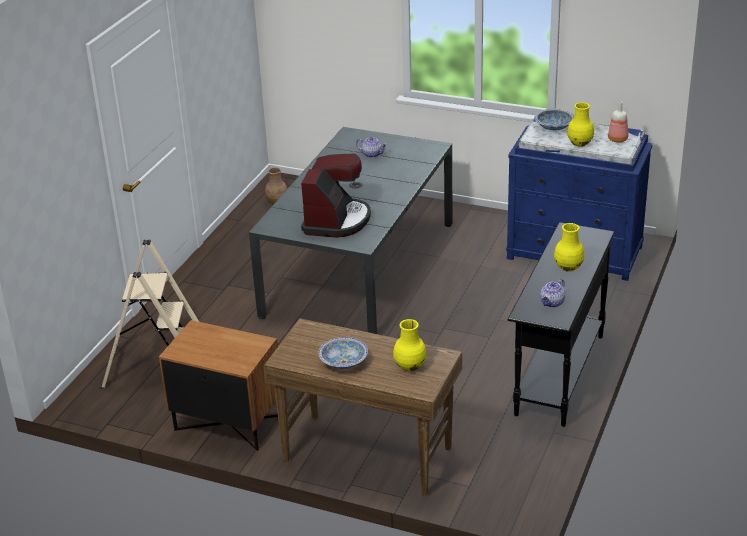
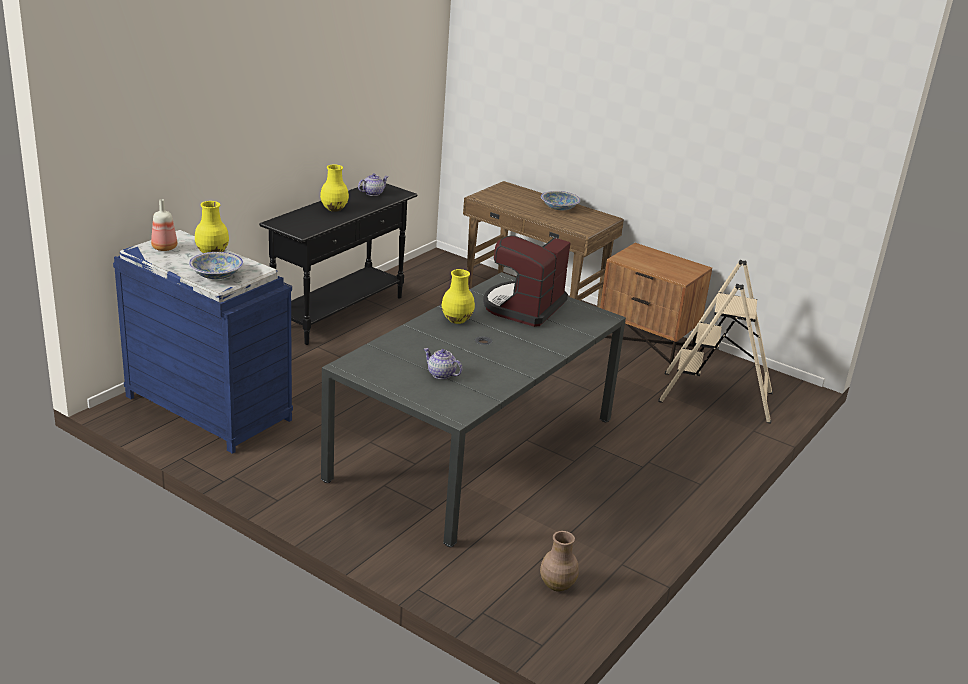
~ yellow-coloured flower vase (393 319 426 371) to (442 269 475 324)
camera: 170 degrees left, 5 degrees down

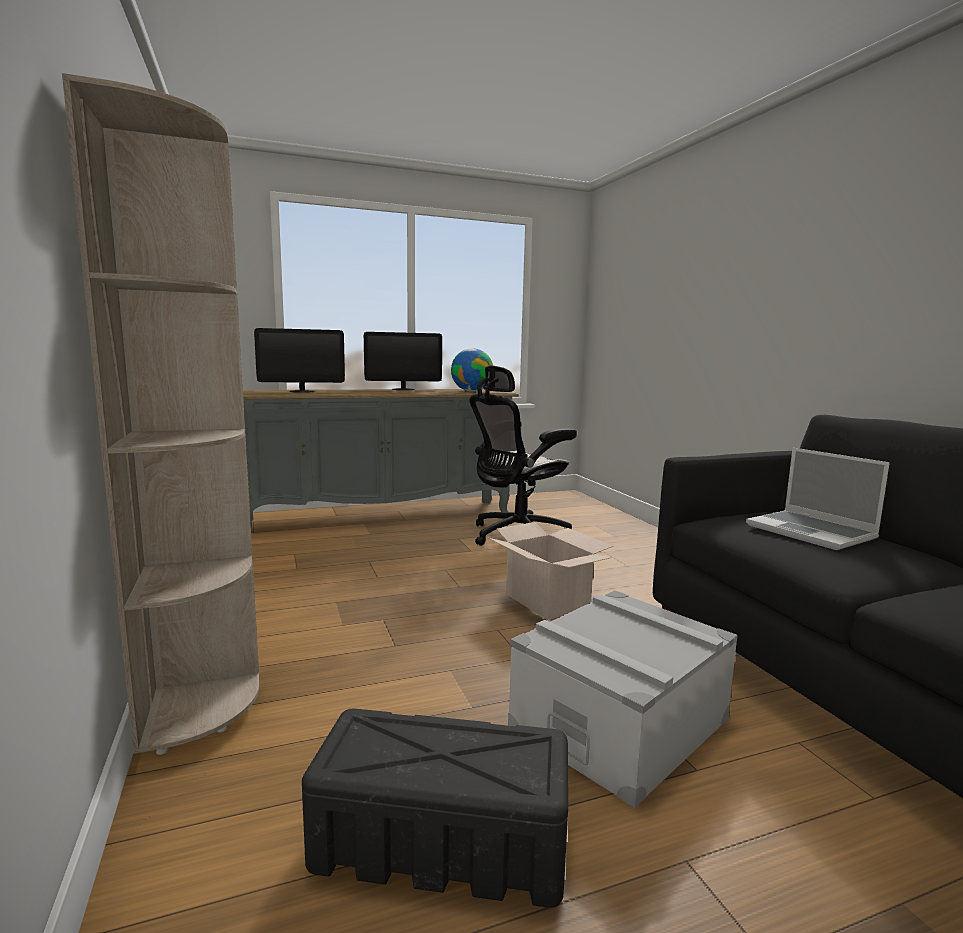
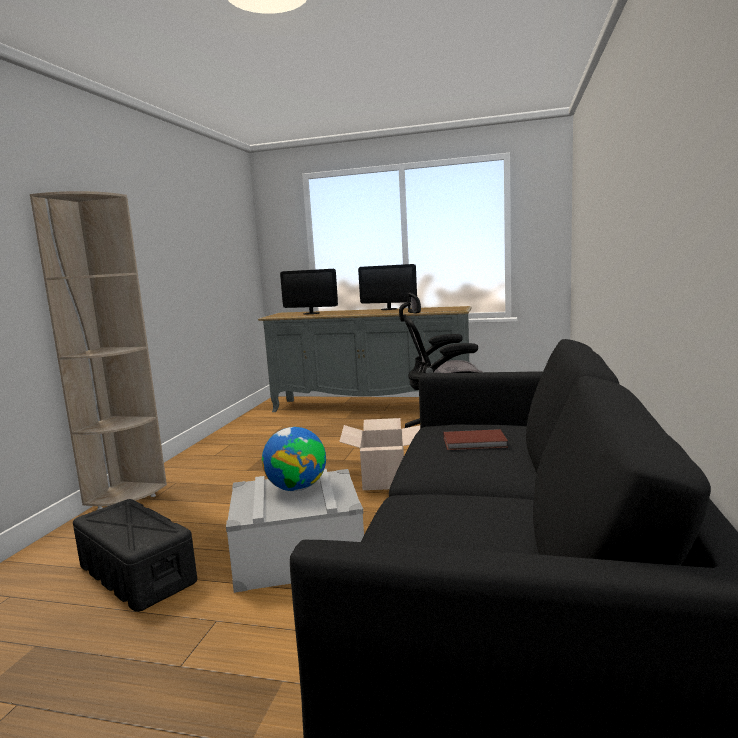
~ globe (451 348 493 392) to (262 427 326 491)
~ portable computer (746 448 890 550) to brown-coloured bound book (443 429 508 450)
camera: 35 degrees right, 0 degrees up

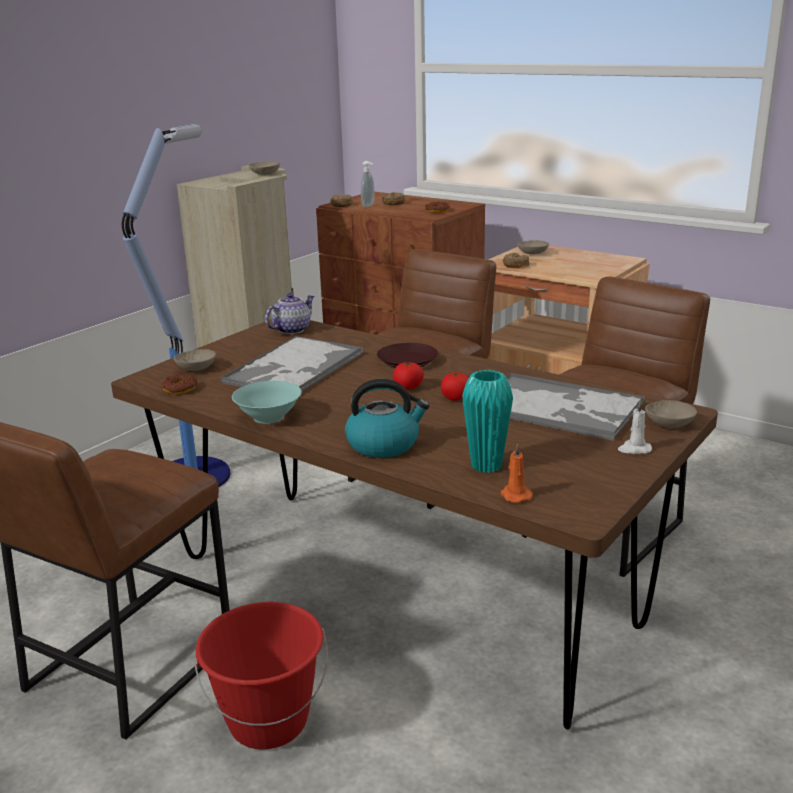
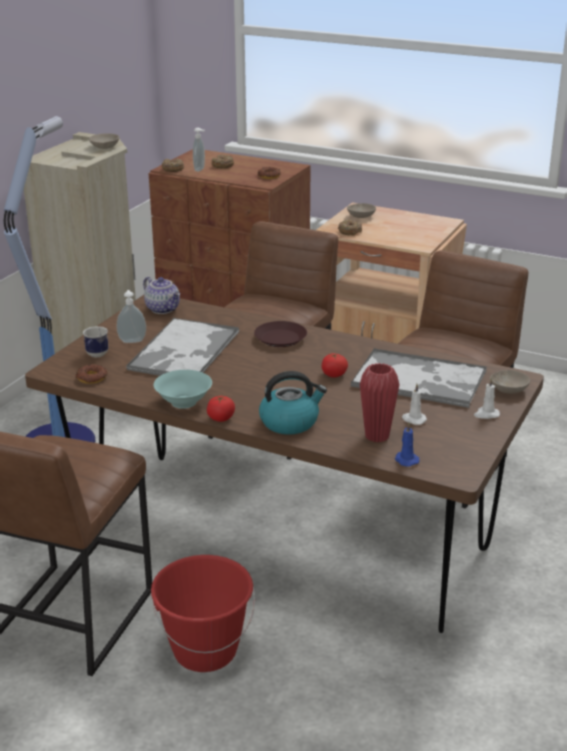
~ pot for tea (265 293 314 334) = (143 277 180 314) 105 degrees clockwise
~ beige-coloured deep dish (173 349 216 371) to coffee mug (83 326 108 357)
~ fresh tomato (393 362 424 389) to (207 396 235 422)
~ turquoise-coloured flower vase (462 370 513 473) to red flower vase (360 363 399 443)
~ orange-coloured wax candle (500 443 533 503) to blue wax candle (395 423 420 467)
+ soap dispenser (117 290 146 343)
+ whitish wax candle (402 384 427 425)
camera: 10 degrees left, 5 degrees up

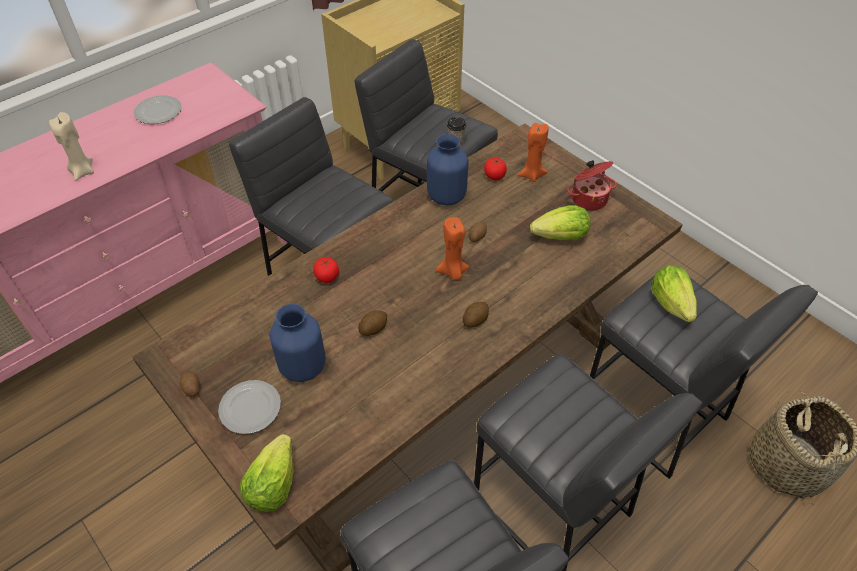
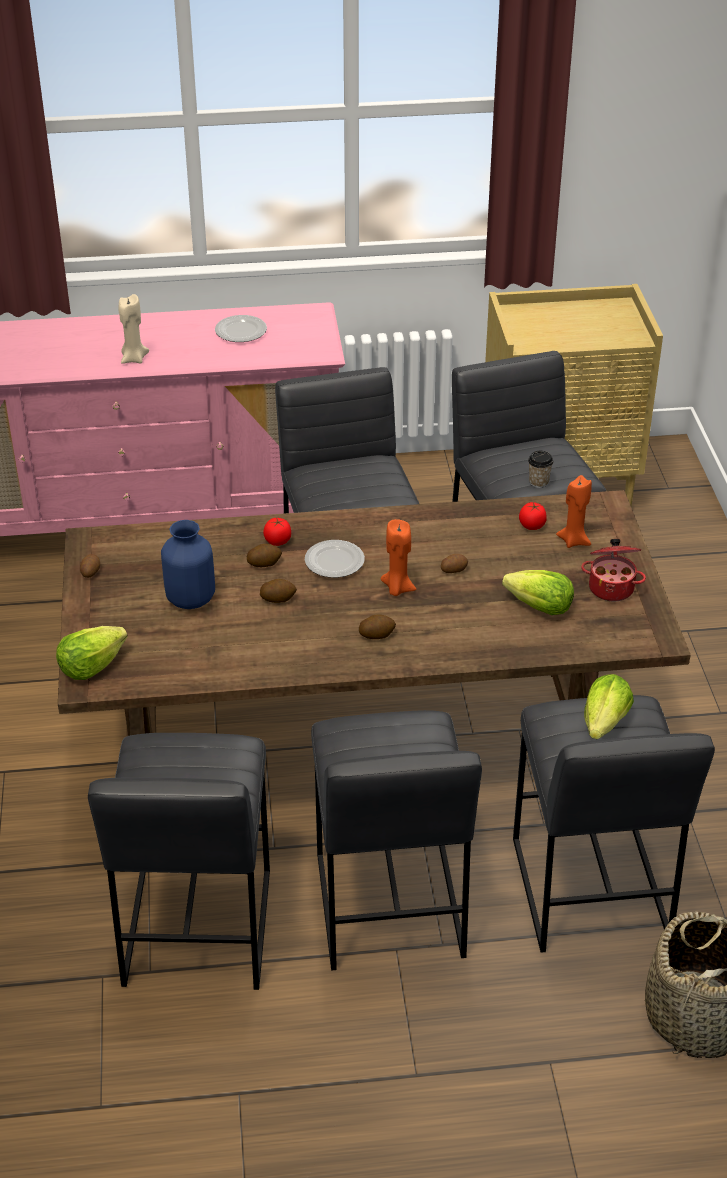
- blue flower vase (427 134 468 206)
~ plate (218 380 281 434) to (305 540 365 578)
+ potato (247 544 282 567)
camera: 35 degrees right, 10 degrees down

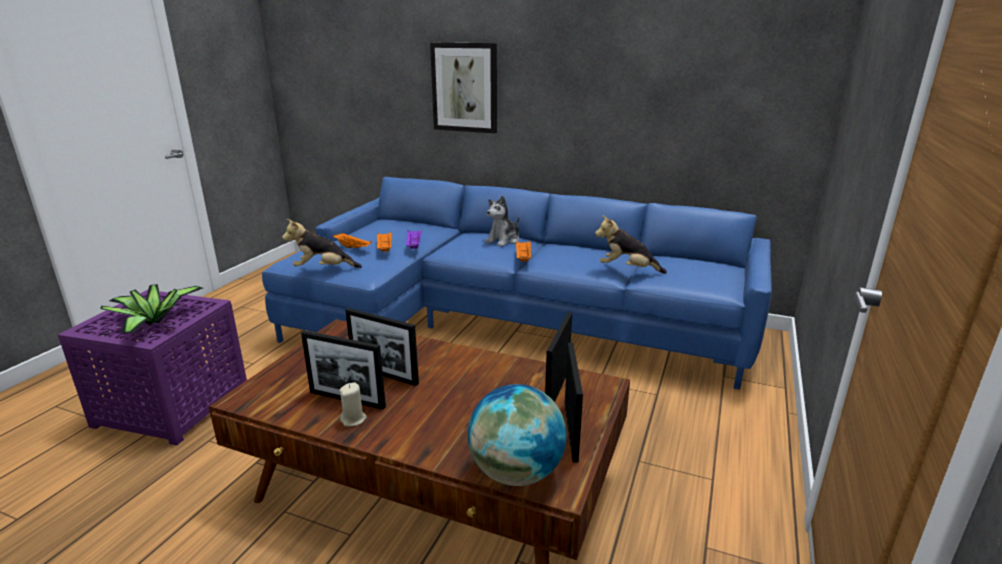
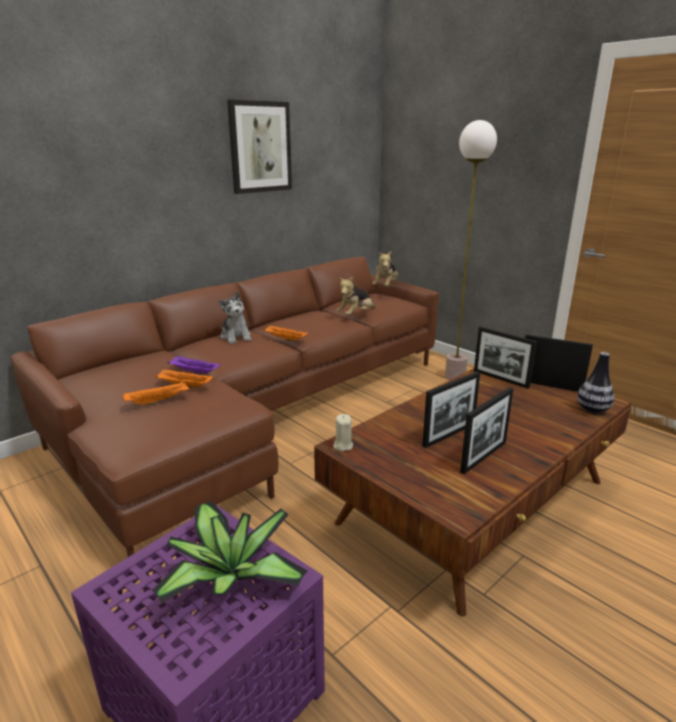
~ picture (430 43 497 133) to (227 100 292 194)
~ blue couch (262 177 772 390) to brown-coloured couch (11 257 439 557)
~ cuddly toy (282 219 362 268) to (373 251 398 286)
~ beige-coloured wax candle (340 383 367 427) to (333 414 353 451)
~ globe (468 384 567 486) to flower vase (577 352 614 413)
+ standing lamp (445 120 497 380)
camera: 65 degrees left, 0 degrees up

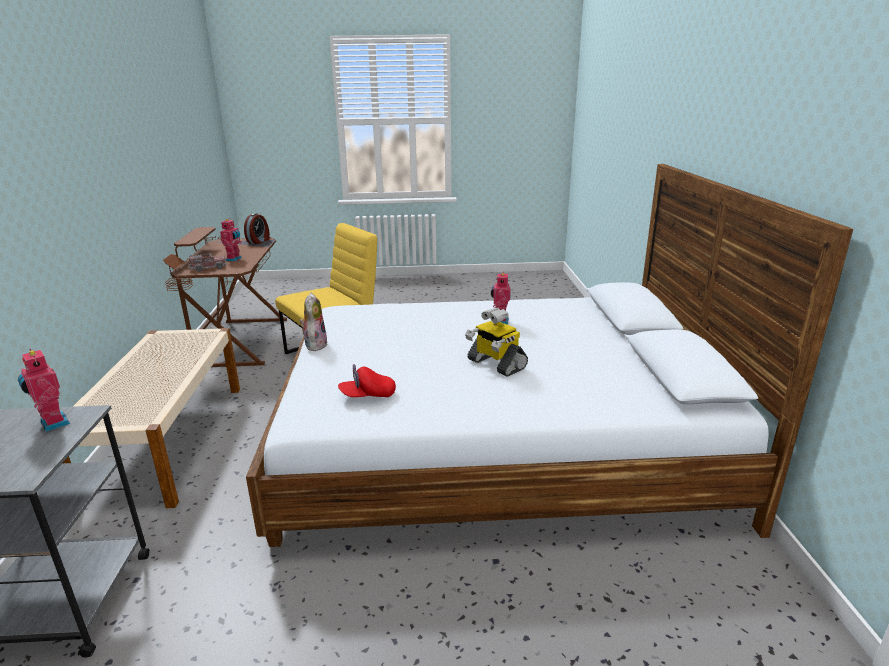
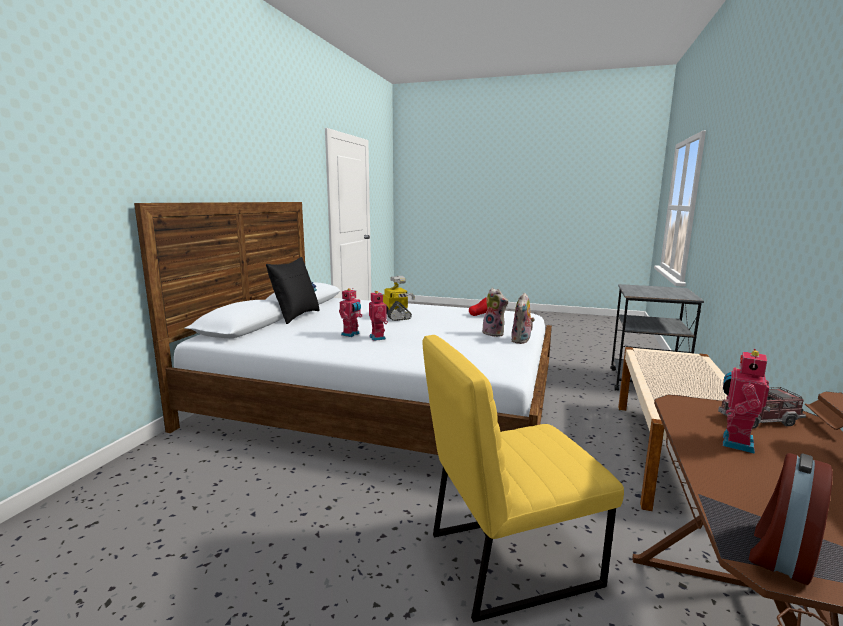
~ robot figure (18 349 70 432) to (369 291 389 341)
+ blackish cushion (266 257 320 324)
+ cuddly toy (481 288 508 337)
camera: 160 degrees left, 10 degrees down

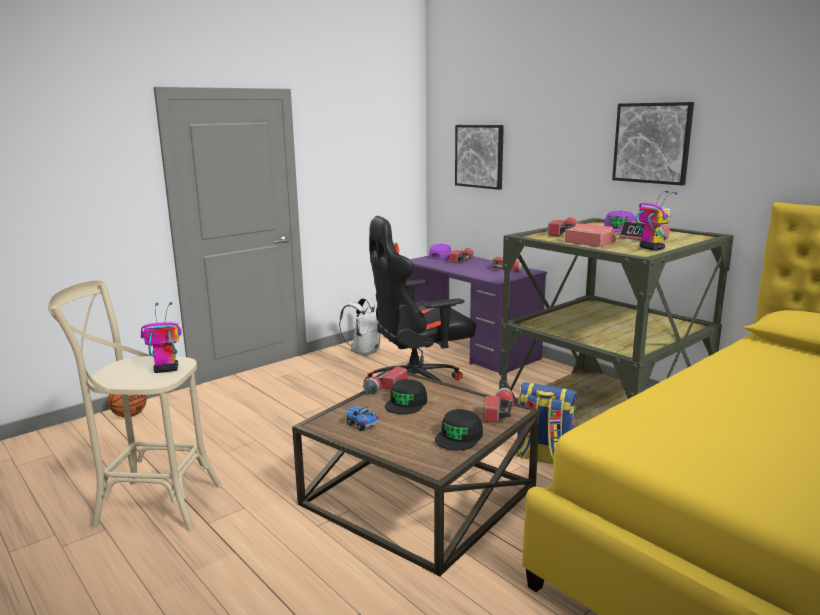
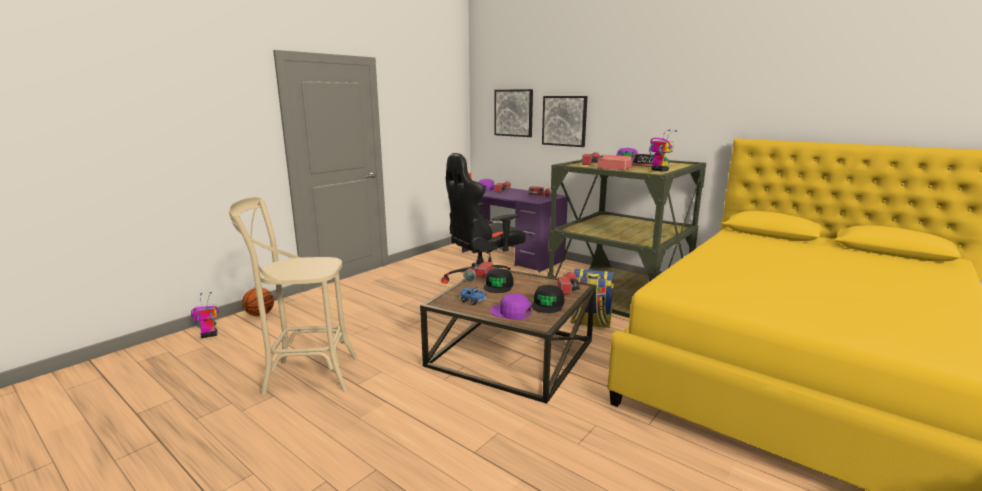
~ picture (612 102 694 185) to (542 96 588 147)
- whitish rucksack (339 298 381 356)
~ robot figure (141 302 182 373) to (191 292 219 338)
+ purple baseball cap (490 293 531 320)
camera: 10 degrees left, 0 degrees up

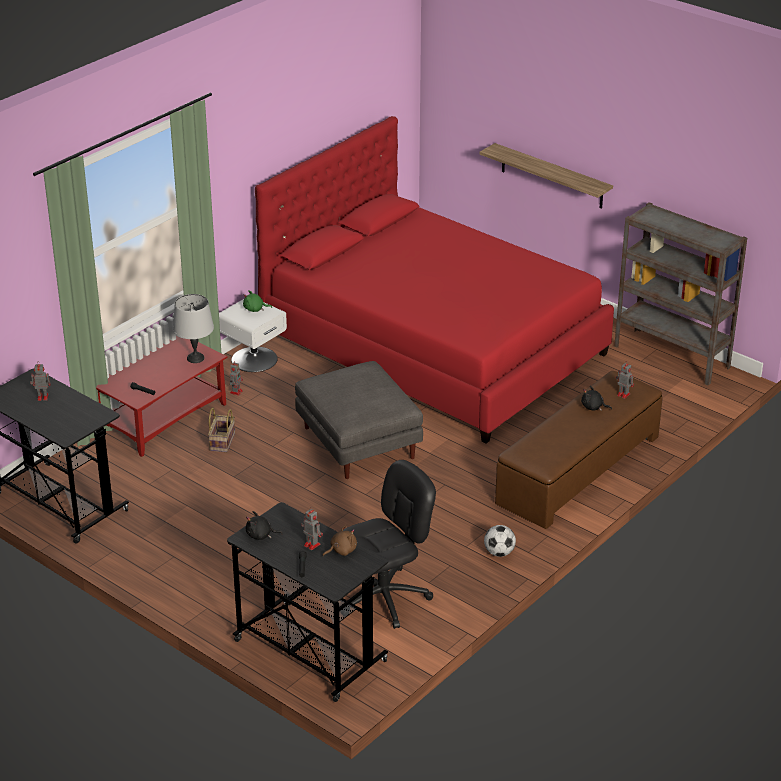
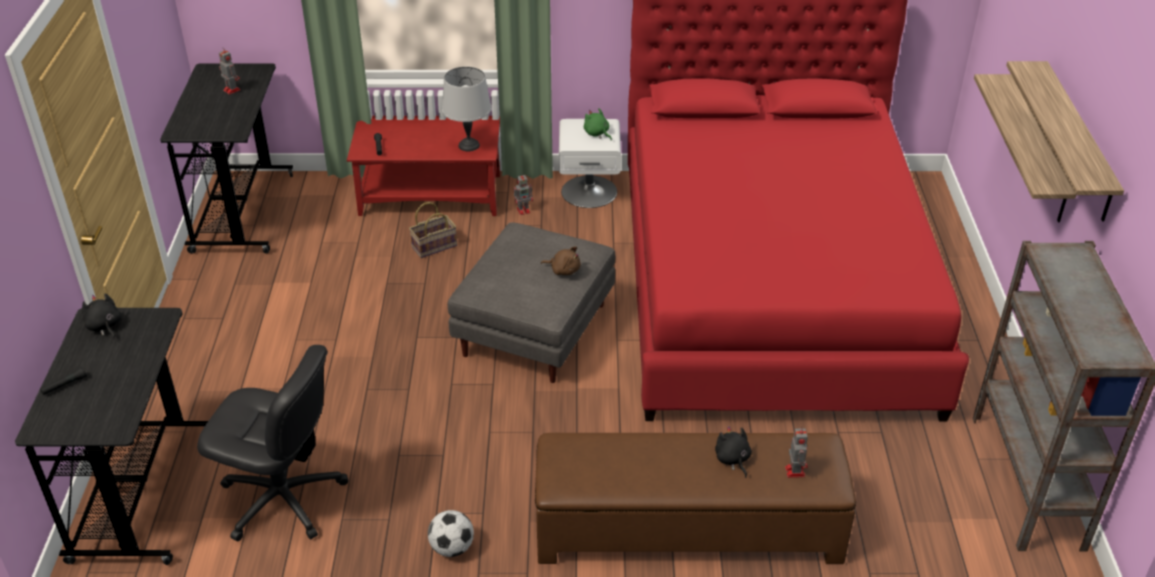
- robot figure (301 507 323 550)
~ brown-coloured cuddly toy (322 525 357 556) to (541 246 581 275)
+ wall shelf (1006 61 1124 221)
camera: 50 degrees right, 5 degrees up

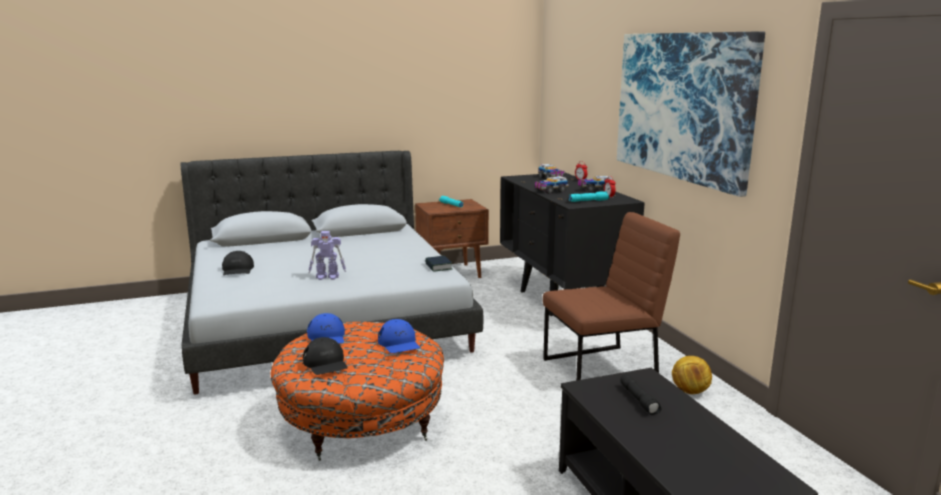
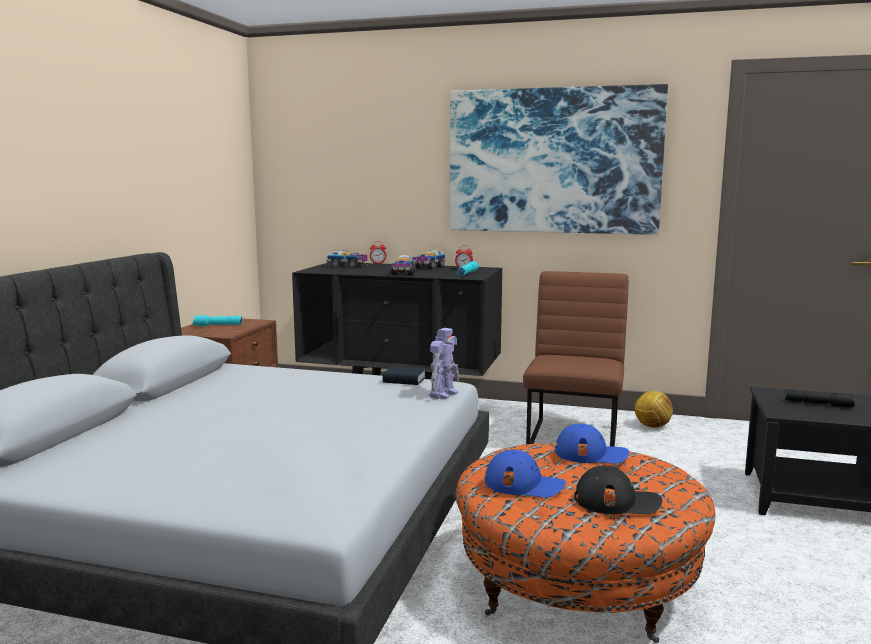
~ robot figure (309 231 346 280) to (429 328 459 399)
- blackish baseball cap (222 251 254 275)
camera: 55 degrees left, 5 degrees down

